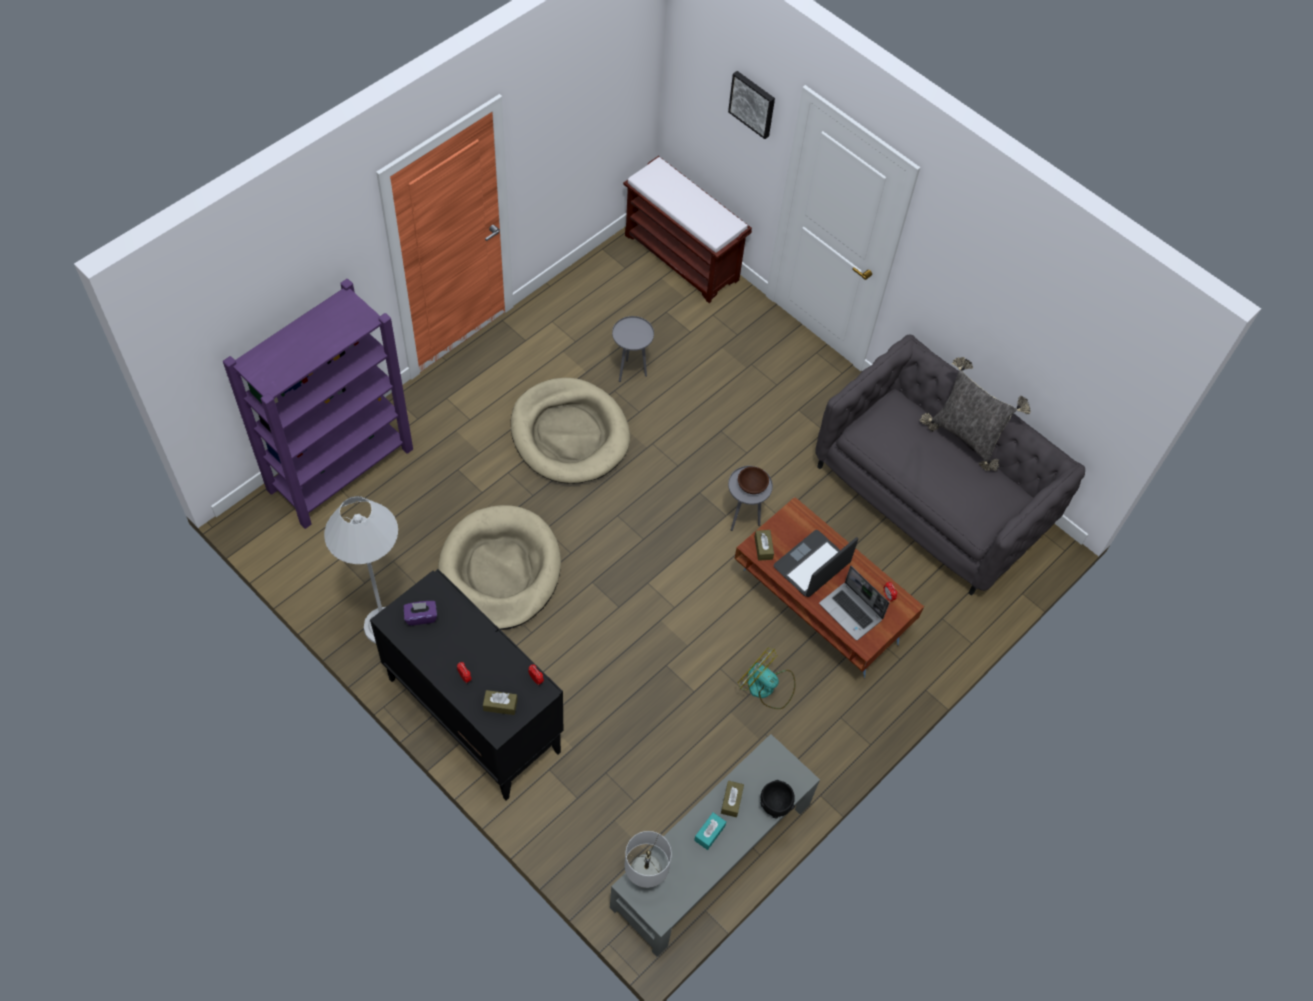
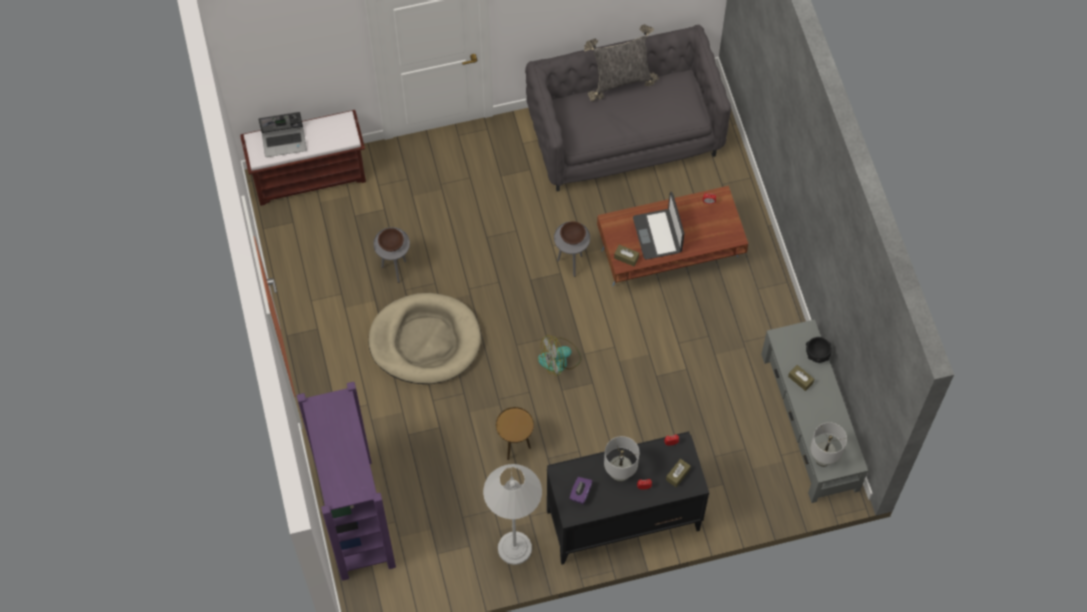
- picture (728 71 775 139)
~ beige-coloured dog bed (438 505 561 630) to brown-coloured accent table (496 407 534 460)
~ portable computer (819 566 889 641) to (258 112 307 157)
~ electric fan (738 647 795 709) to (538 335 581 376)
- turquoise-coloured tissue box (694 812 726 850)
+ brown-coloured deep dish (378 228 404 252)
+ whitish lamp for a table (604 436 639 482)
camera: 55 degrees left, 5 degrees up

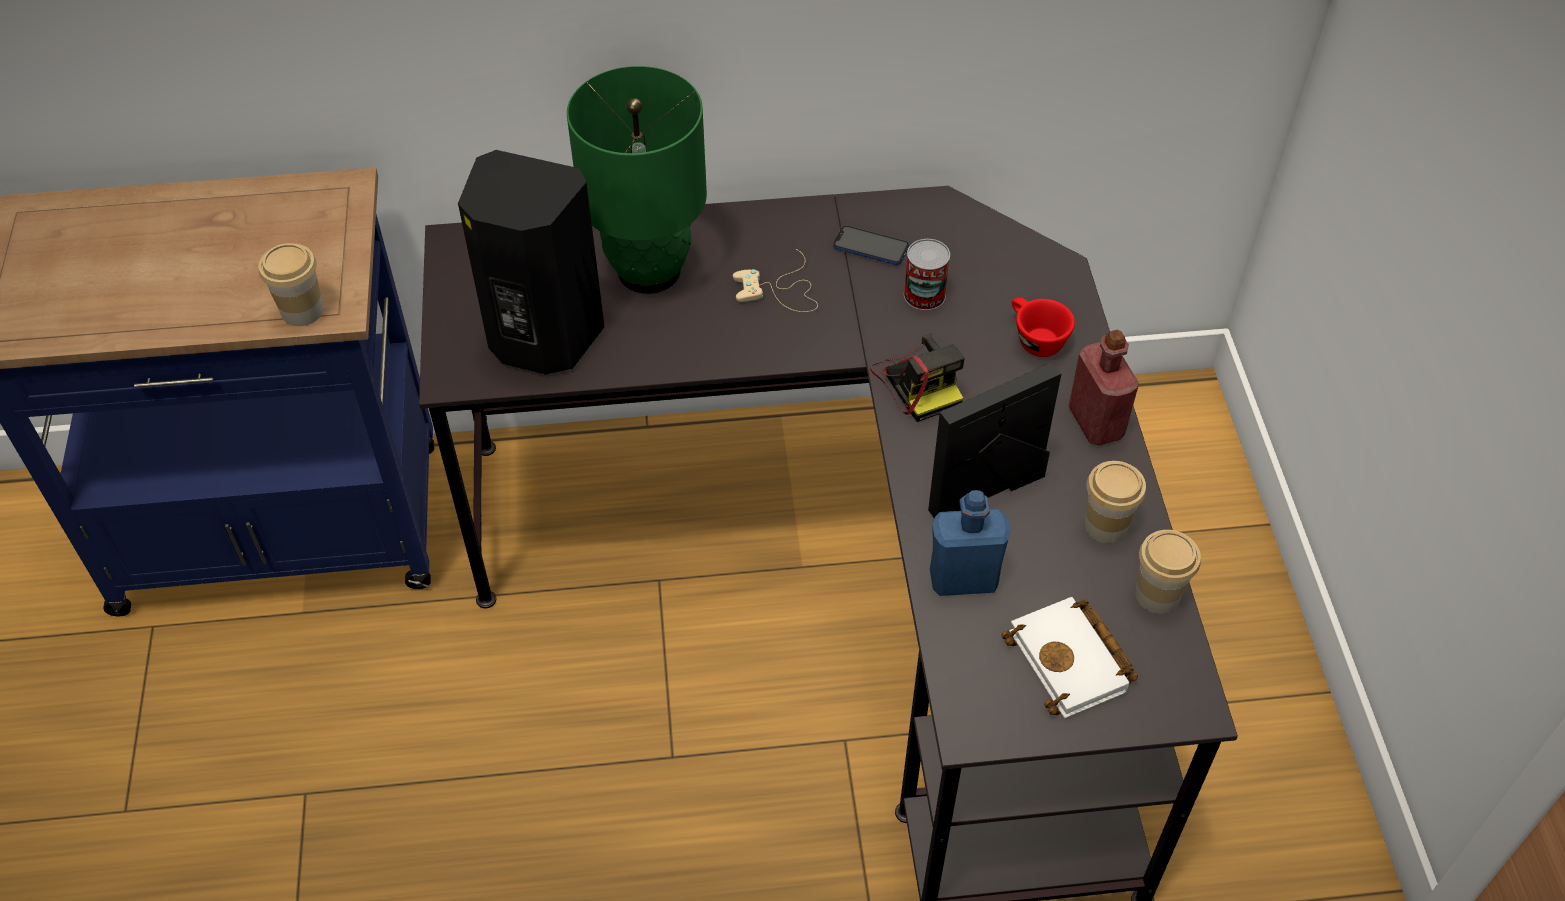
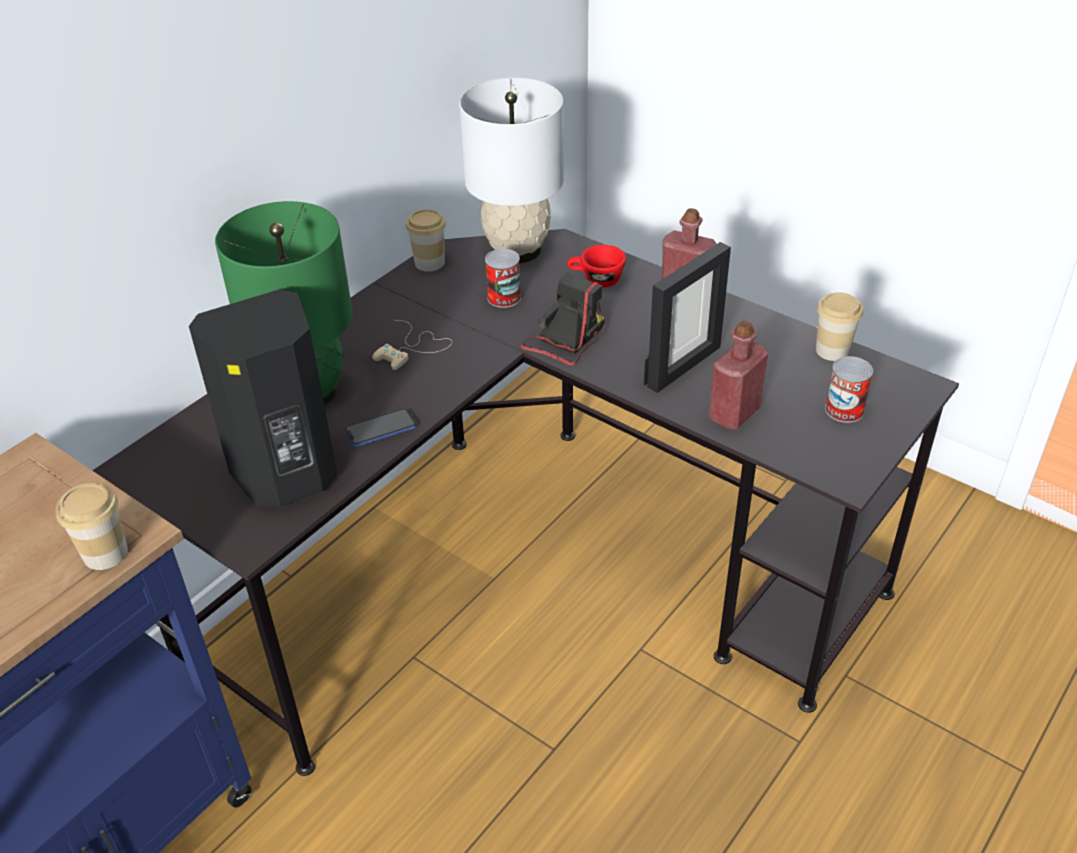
~ phone (833 226 909 265) to (344 408 417 446)
~ photo camera (870 333 965 422) = (520 273 605 365) 75 degrees counterclockwise
~ picture frame (928 362 1061 518) = (644 242 731 393) 150 degrees counterclockwise
~ cup (1085 461 1146 543) to (406 209 446 272)
~ blue beverage bottle (930 490 1011 596) to red beverage bottle (708 320 768 430)
~ whitish bound book (1001 597 1138 718) to sealed can (825 356 873 423)
+ whitish lamp for a table (459 78 564 263)
camera: 45 degrees left, 10 degrees down

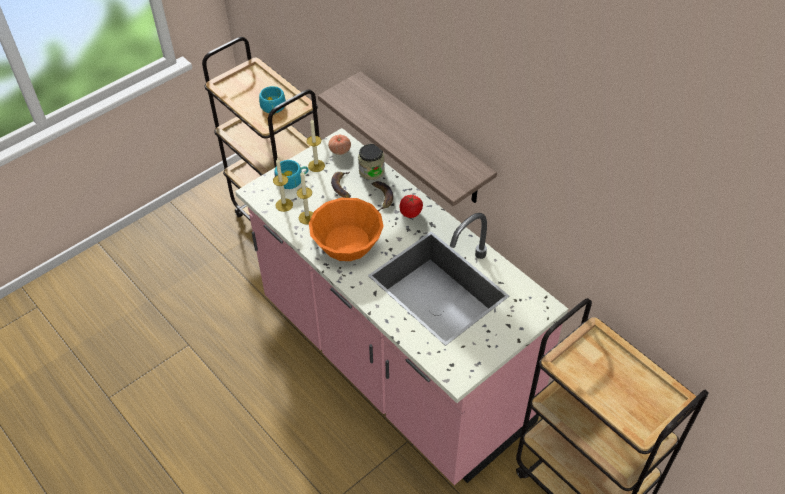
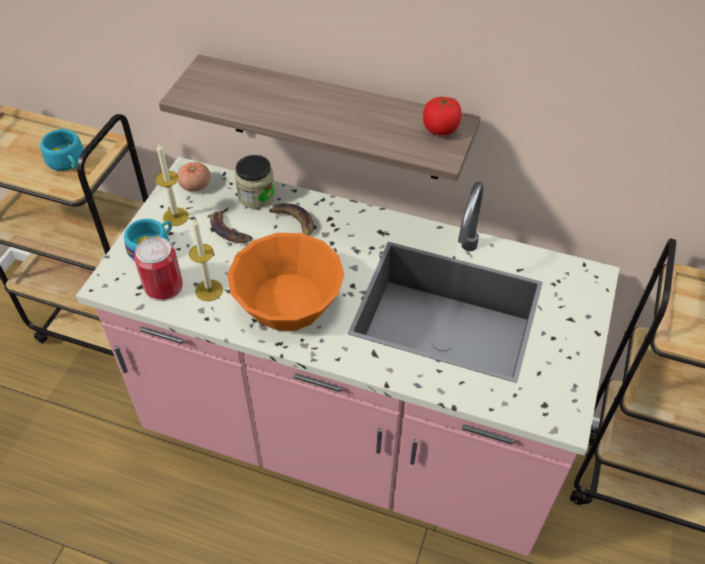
~ wax candle (273 158 293 212) to sealed can (134 237 183 301)
~ fresh tomato (400 195 423 218) to (423 96 461 135)
camera: 30 degrees left, 0 degrees up

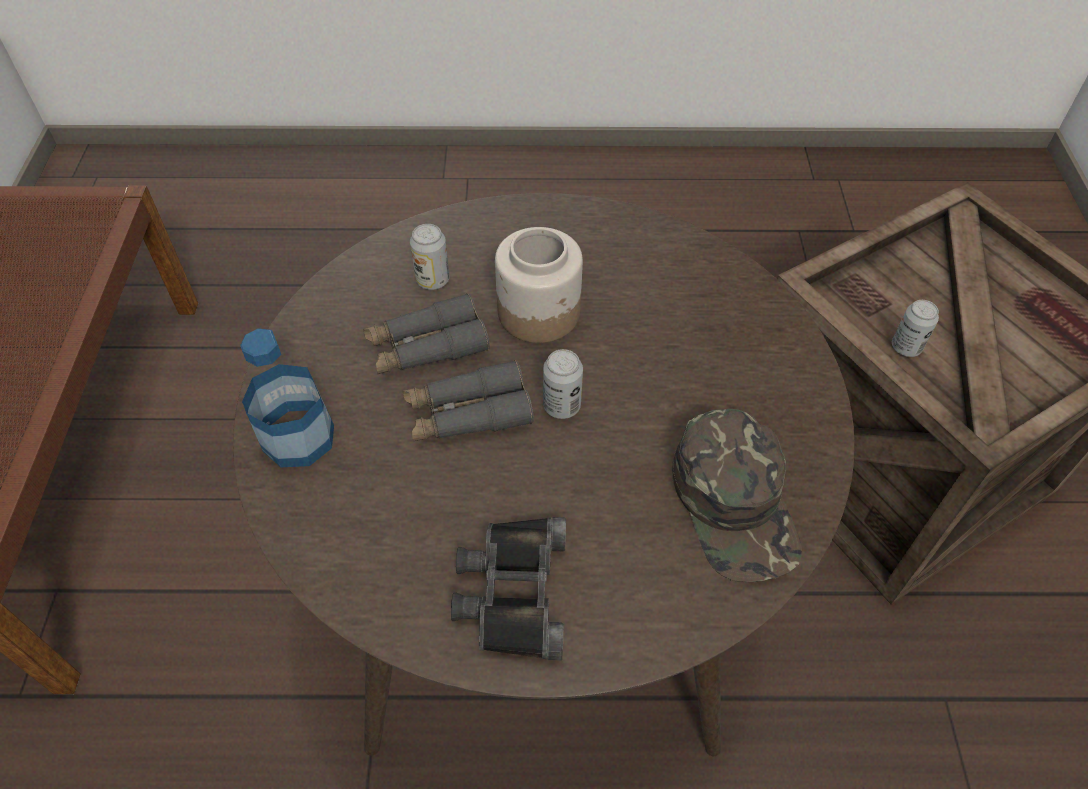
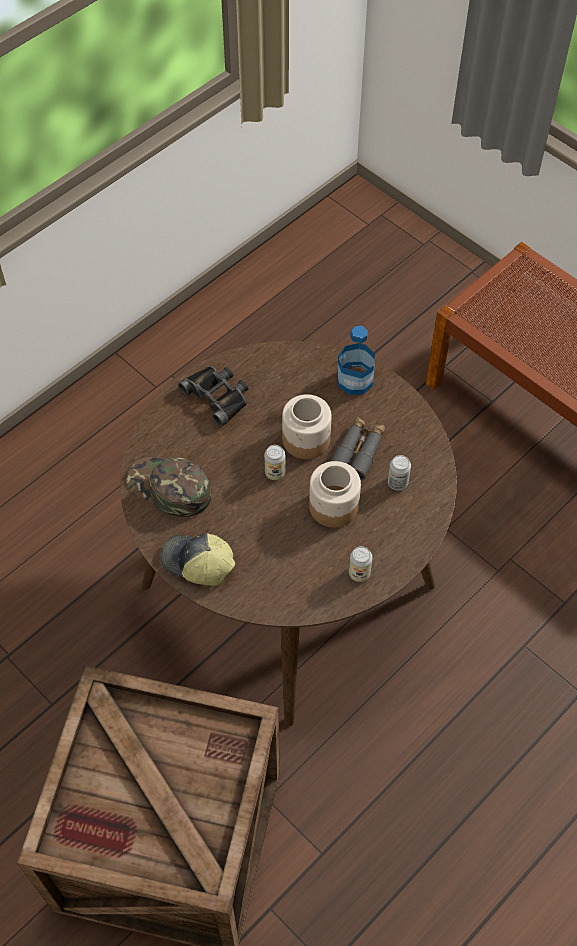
~ sealed can (892 300 939 357) to (349 546 372 582)
~ grey binoculars (403 360 534 441) to storage jar (282 394 332 459)
+ baseball cap (160 533 235 586)
camera: 135 degrees right, 5 degrees up

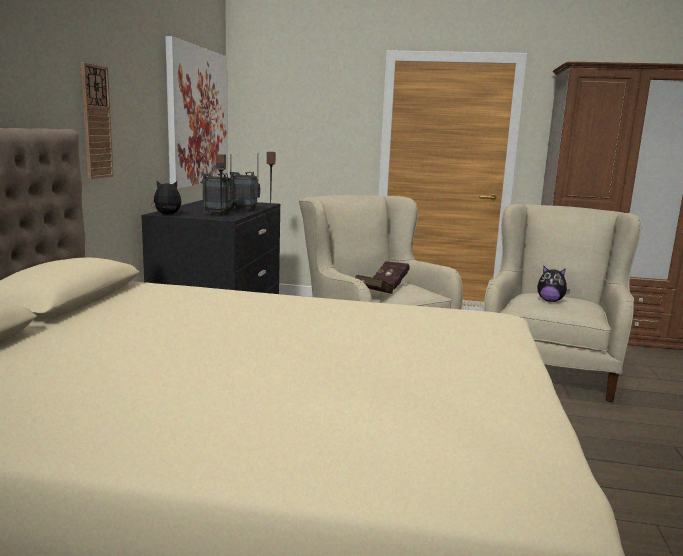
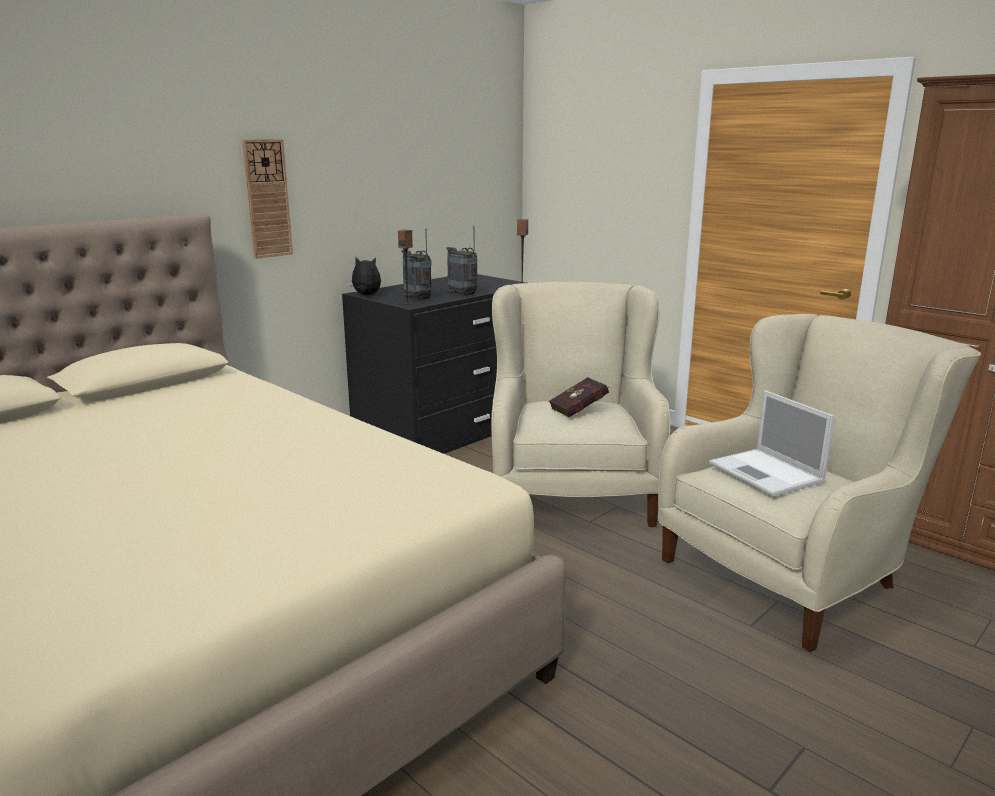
- picture (165 36 228 189)
~ cuddly toy (537 266 570 302) to portable computer (709 390 835 497)
- red bound book (355 275 394 294)
camera: 35 degrees right, 5 degrees up

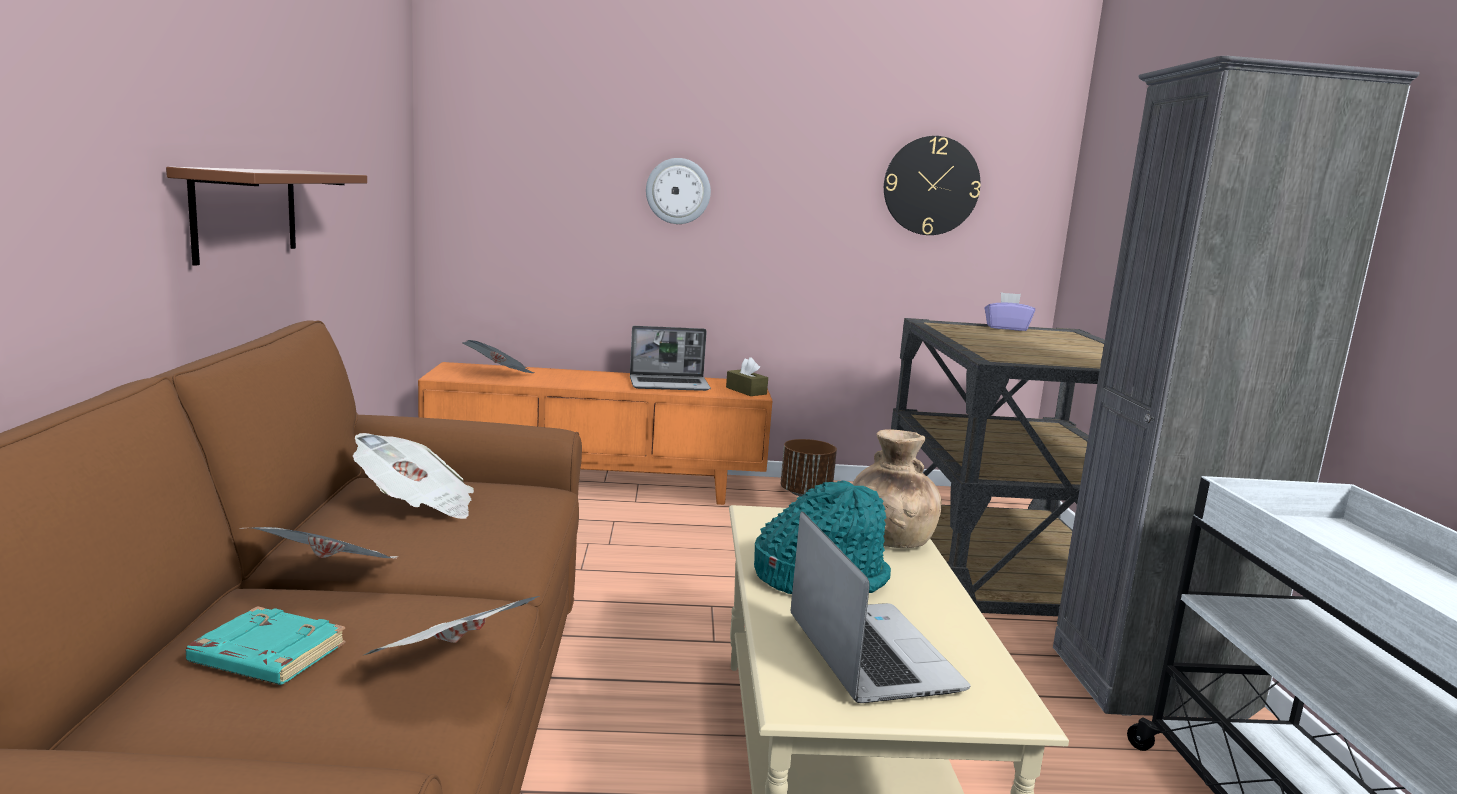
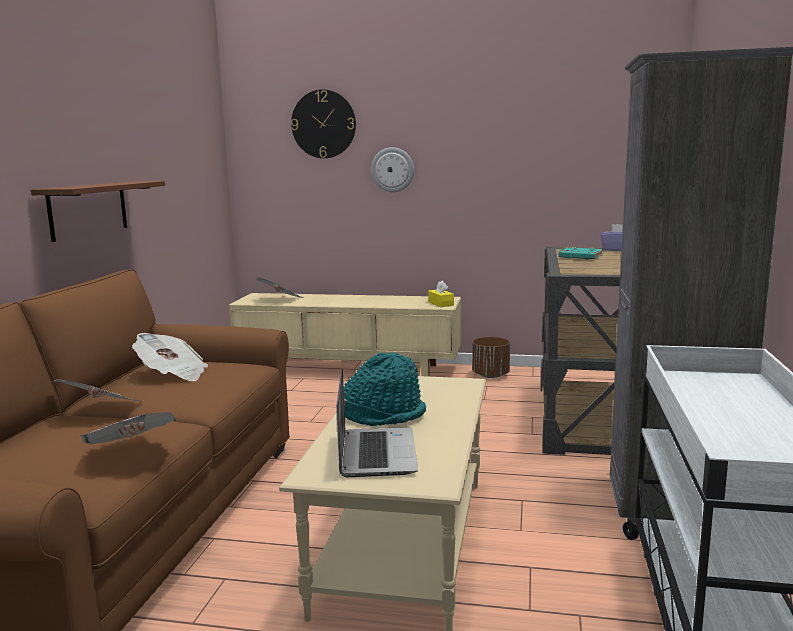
~ wall clock (884 136 980 235) to (291 89 356 158)
- portable computer (630 326 711 391)
~ brown-coloured tissue box (726 357 768 396) to yellow-coloured tissue box (428 280 454 307)
~ orange-coloured tv unit (418 362 772 505) to beige-coloured tv unit (229 293 461 377)
- brown-coloured flower vase (852 429 942 548)
~ turquoise-coloured bound book (186 606 346 685) to (559 247 603 259)
camera: 15 degrees right, 0 degrees up

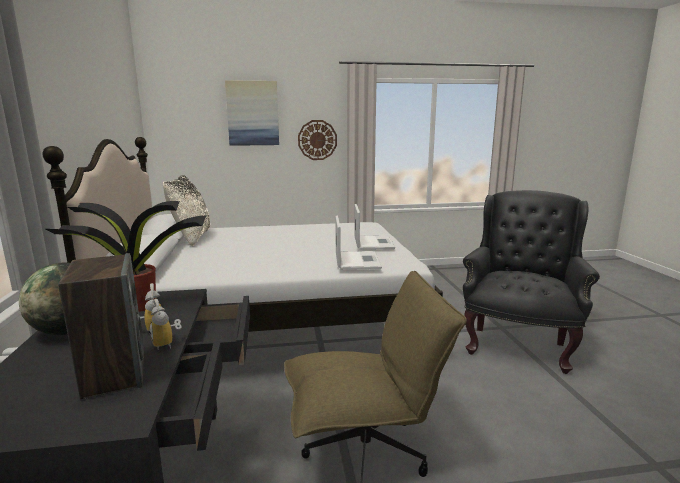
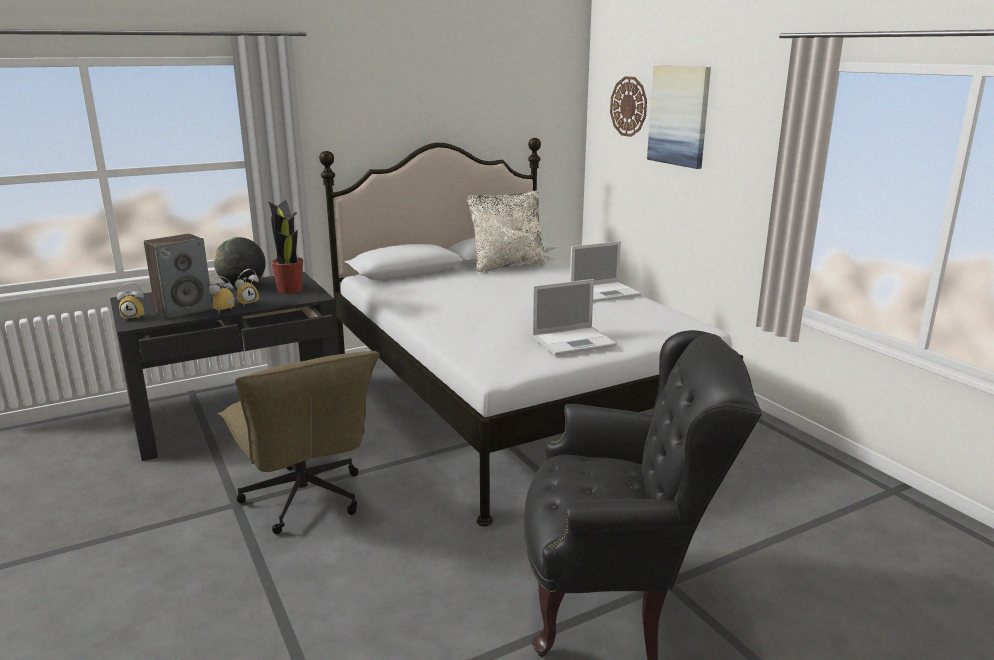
~ wall clock (298 120 337 160) to (610 76 647 137)
~ portable computer (335 215 382 270) to (570 241 641 302)
+ bedside clock (117 282 145 320)
camera: 70 degrees right, 5 degrees up

